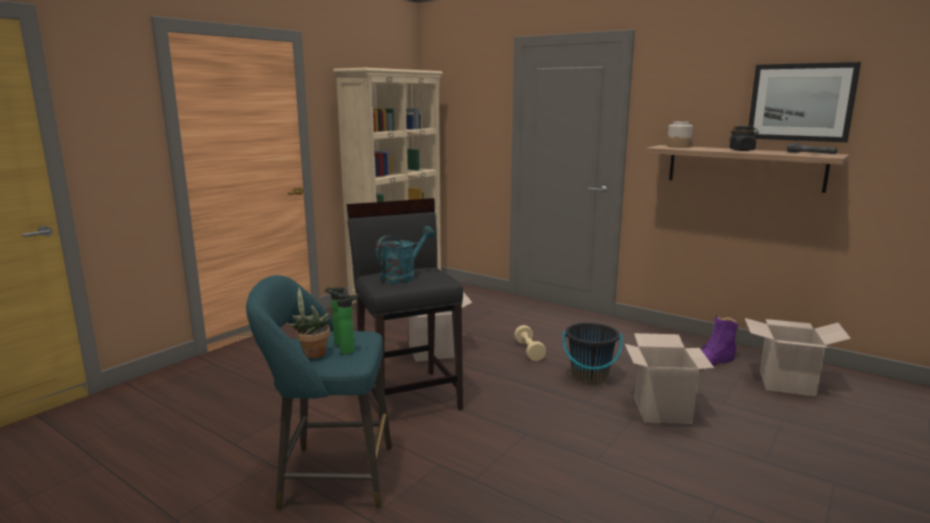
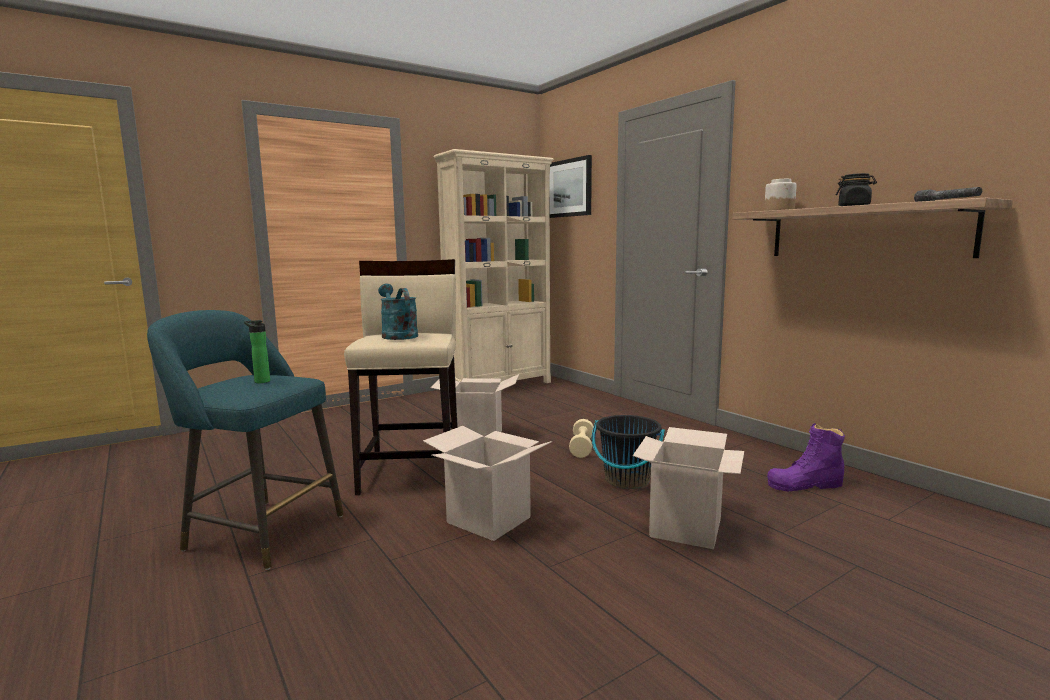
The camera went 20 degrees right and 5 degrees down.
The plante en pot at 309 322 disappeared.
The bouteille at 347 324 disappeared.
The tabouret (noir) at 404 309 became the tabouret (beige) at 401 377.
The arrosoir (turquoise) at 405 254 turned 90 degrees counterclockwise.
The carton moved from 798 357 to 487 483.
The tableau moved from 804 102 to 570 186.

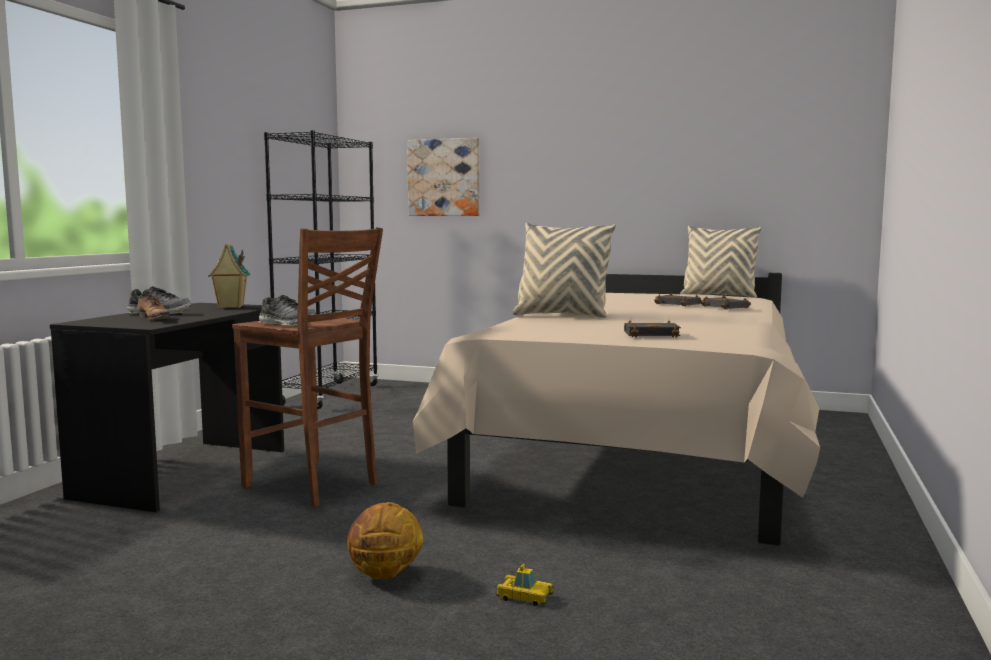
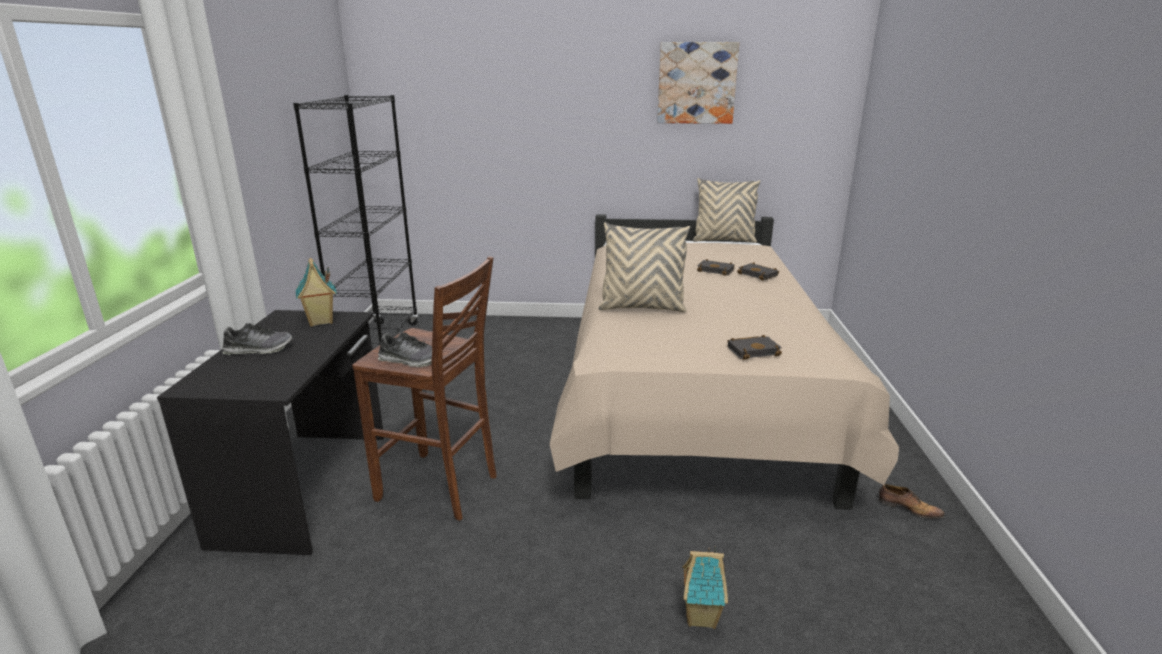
The camera went 15 degrees left and 15 degrees up.
The chaussure moved from 154 307 to 912 501.
The ballon de basket at 385 540 disappeared.
The tableau moved from 443 177 to 698 83.
The petite voiture at 525 585 was replaced by the maison miniature at 705 587.

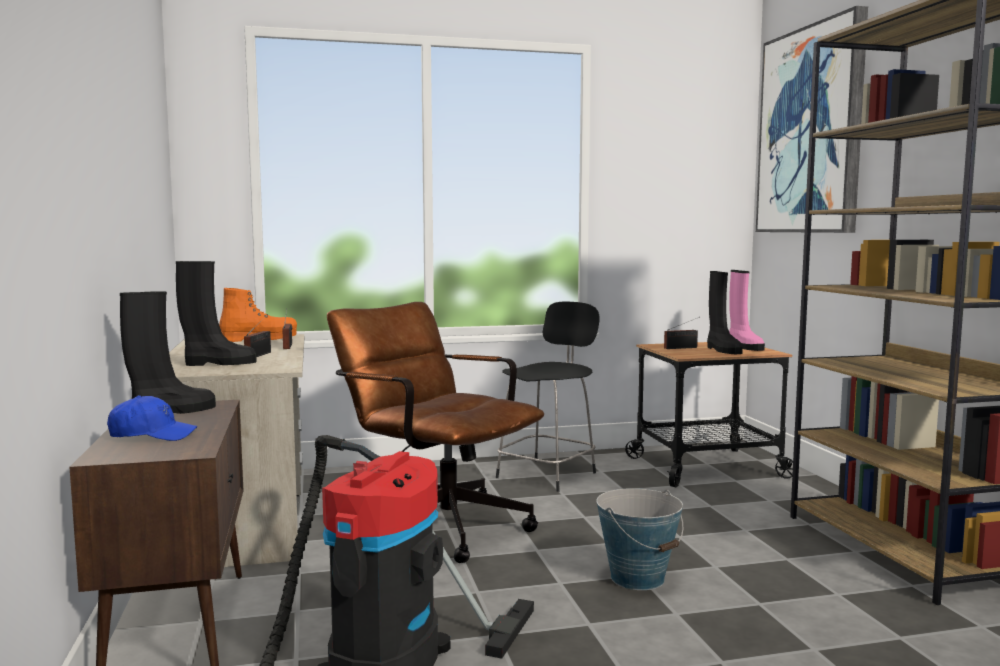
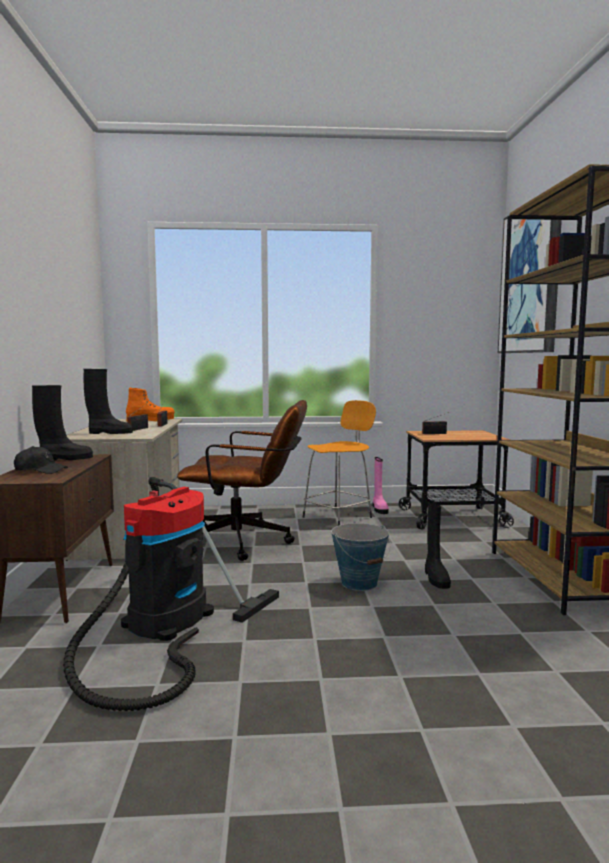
The camera went 10 degrees right and 0 degrees up.
The casquette (bleu) at 152 418 became the casquette (noir) at 41 460.
The chaise de bureau (marron) at 435 432 turned 135 degrees clockwise.
The tabouret (noir) at 548 397 became the tabouret (orange) at 339 463.
The botte (noir) moved from 725 312 to 438 545.
The botte (rose) moved from 747 310 to 381 485.

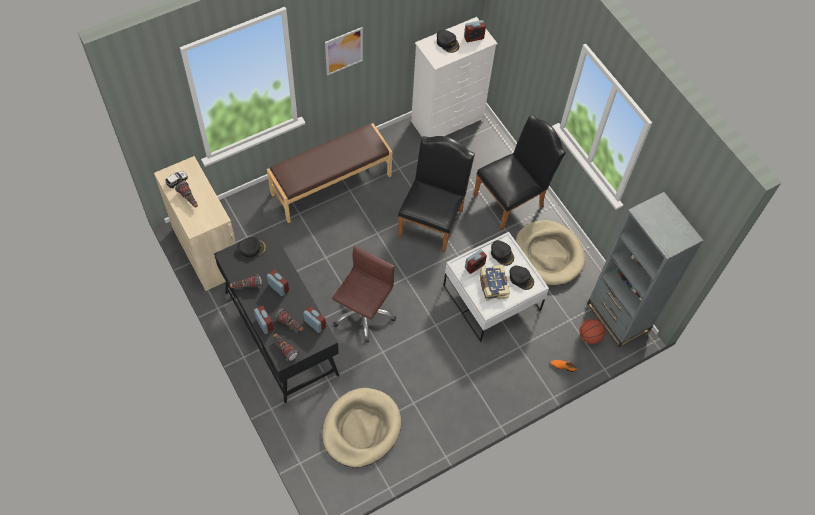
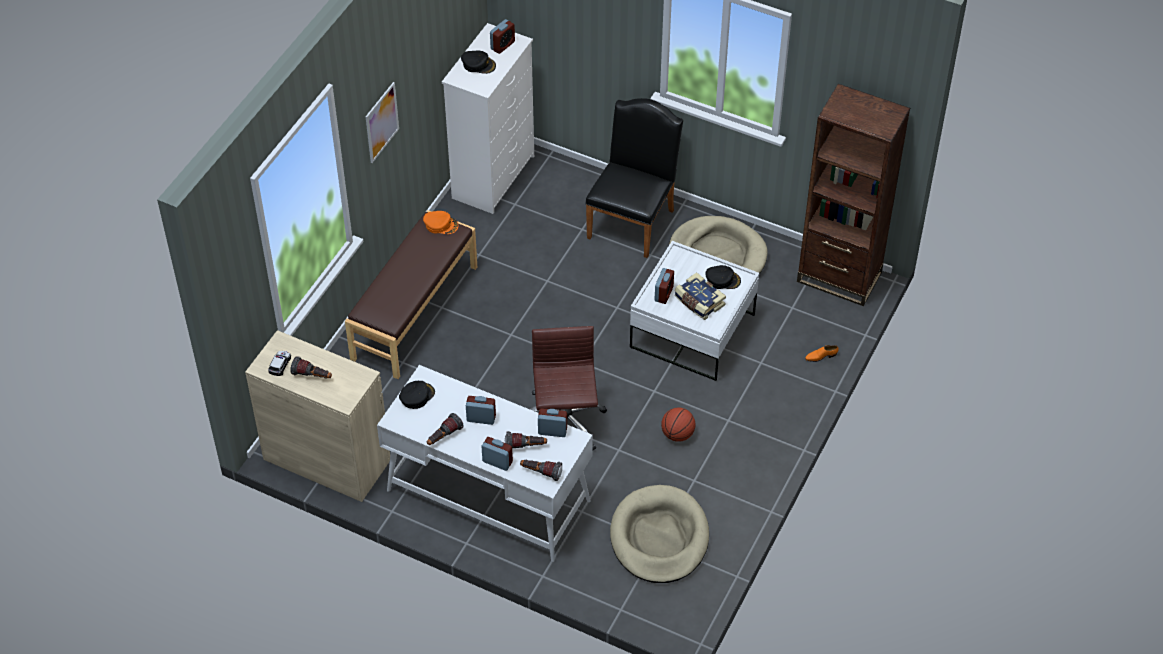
The camera went 30 degrees left and 10 degrees down.
The bureau (noir) at 276 315 became the bureau (blanc) at 485 463.
The chaise (noir) at 436 194 disappeared.
The casquette (noir) at 502 253 disappeared.
The ballon de basket moved from 592 331 to 678 425.
The bibliothèque (gris) at 645 270 became the bibliothèque (marron) at 853 195.
The casquette (orange) at 440 222 appeared.

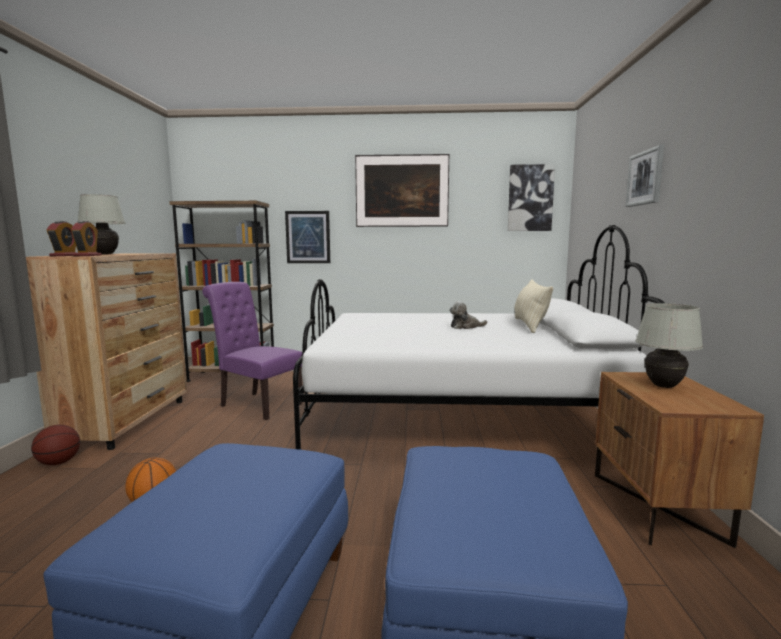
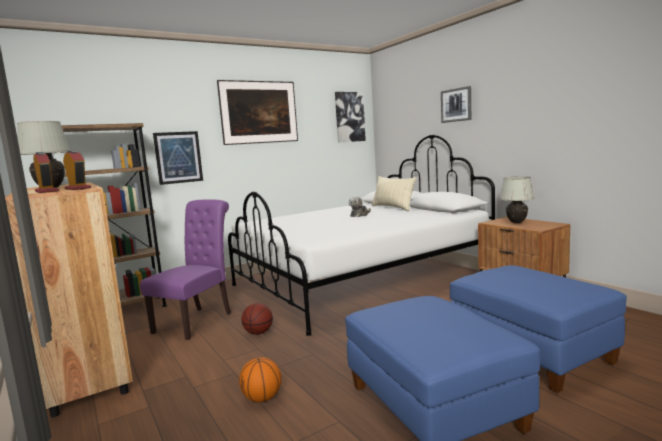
The camera went 35 degrees left and 0 degrees up.
The ballon de basket moved from 55 445 to 257 319.
The chaise (violet) at 252 351 turned 120 degrees clockwise.

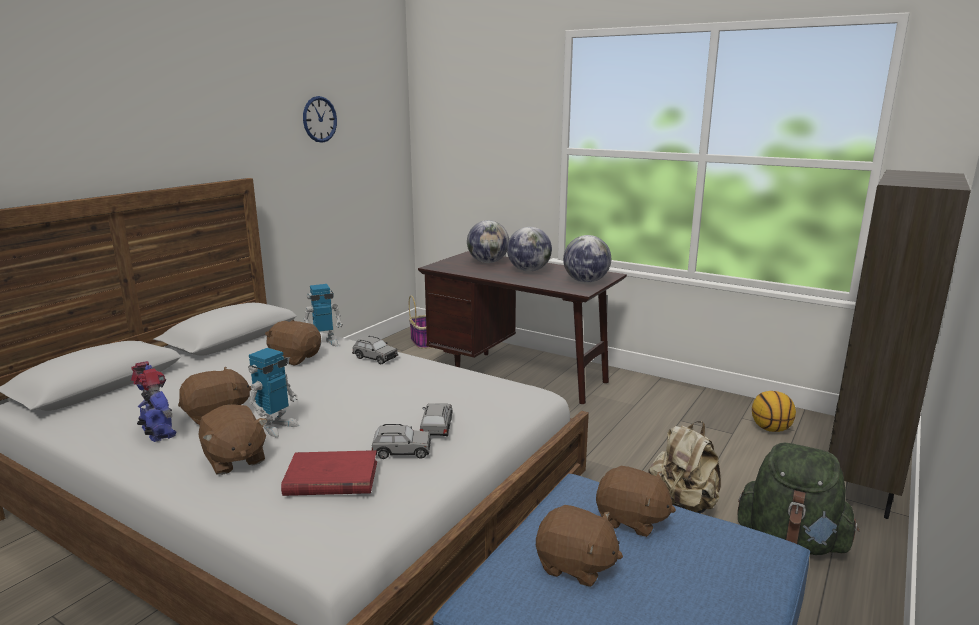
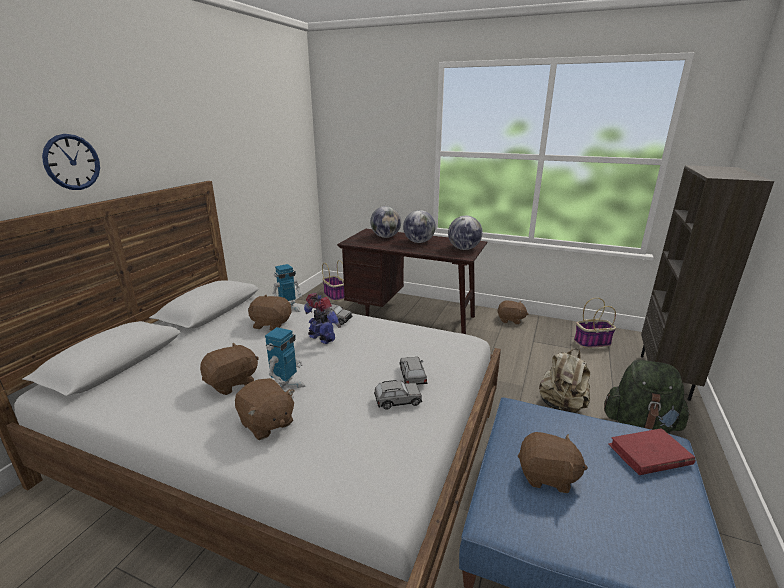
The camera went 10 degrees left and 5 degrees up.
The robot jouet moved from 154 401 to 322 318.
The livre (rouge) moved from 329 473 to 651 451.
The horloge murale moved from 320 119 to 71 162.
The peluche (marron) moved from 636 501 to 512 312.
The ballon de basket at 774 411 was replaced by the panier at 595 323.

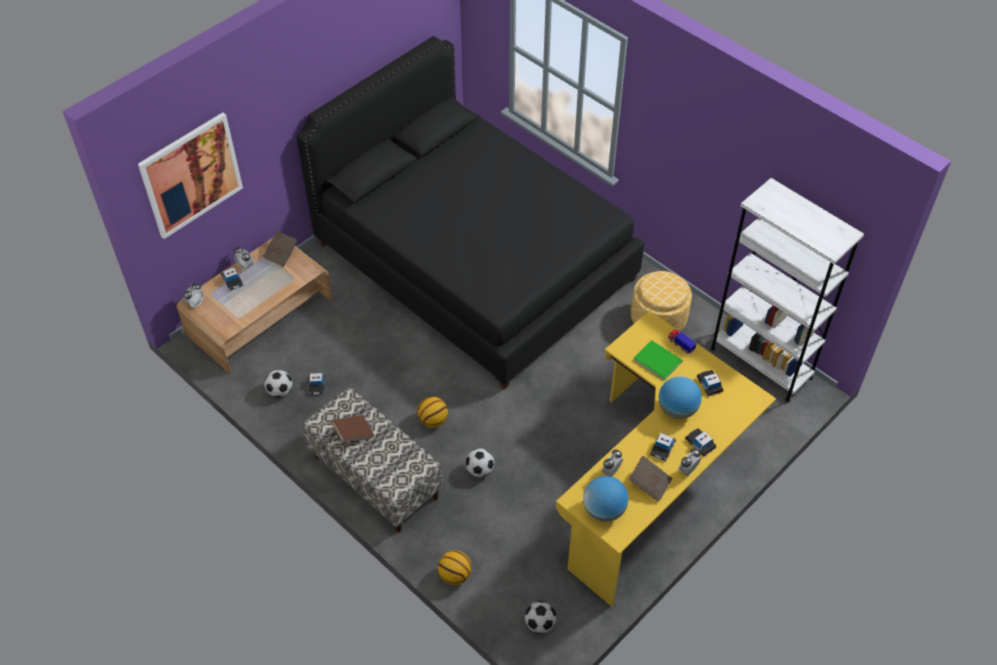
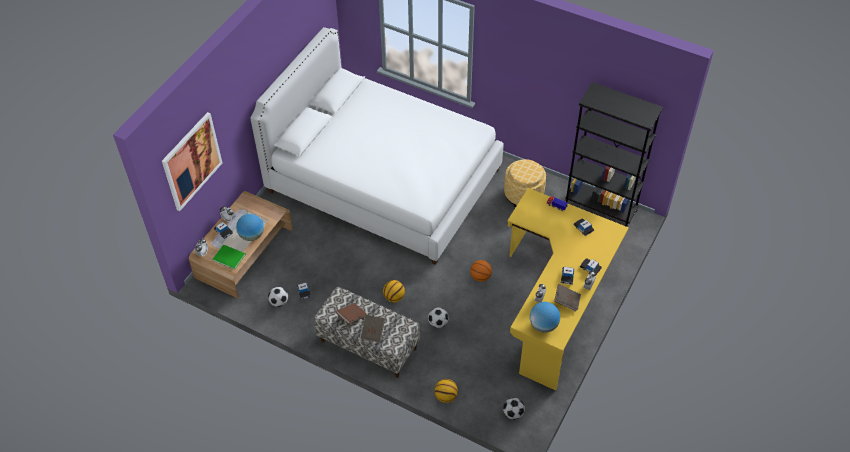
The camera went 15 degrees left and 0 degrees up.
The livre (marron) moved from 280 249 to 373 329.
The lit (noir) at 470 212 became the lit (blanc) at 377 146.
The livre (vert) moved from 658 360 to 229 257.
The globe moved from 680 397 to 250 227.
The bibliothèque (blanc) at 787 290 became the bibliothèque (noir) at 614 154.
The ballon de basket at 481 271 appeared.

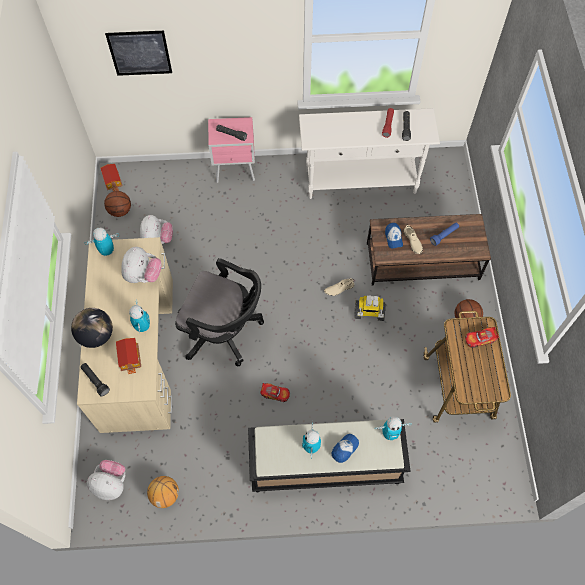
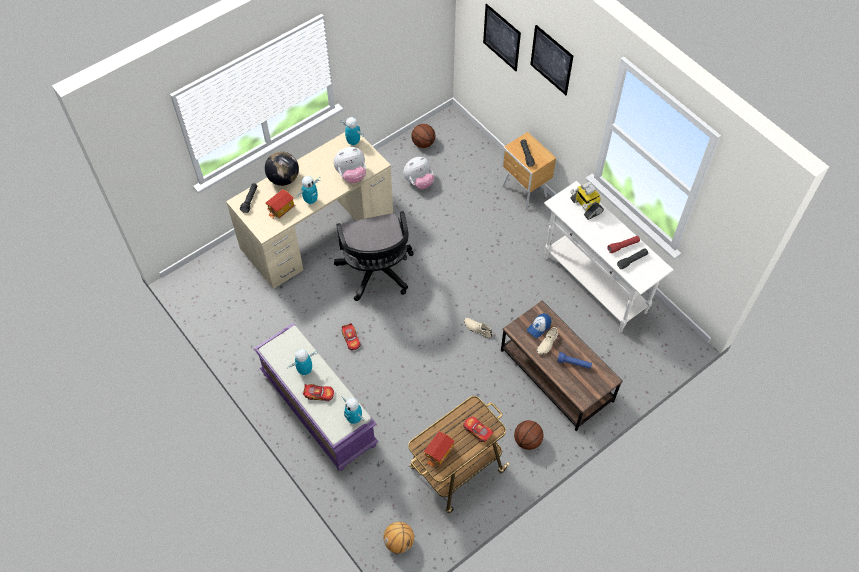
The camera went 55 degrees right and 5 degrees down.
The peluche at 106 480 disappeared.
The maison miniature moved from 111 177 to 439 449.
The ballon de basket moved from 163 492 to 399 537.
The table de chevet (rose) at 231 150 became the table de chevet (marron) at 528 171.
The banc (noir) at 329 455 became the banc (violet) at 316 397.
The casquette at 345 448 was replaced by the petite voiture at 318 392.
The robot jouet moved from 370 308 to 587 200.
The tableau at 551 60 appeared.

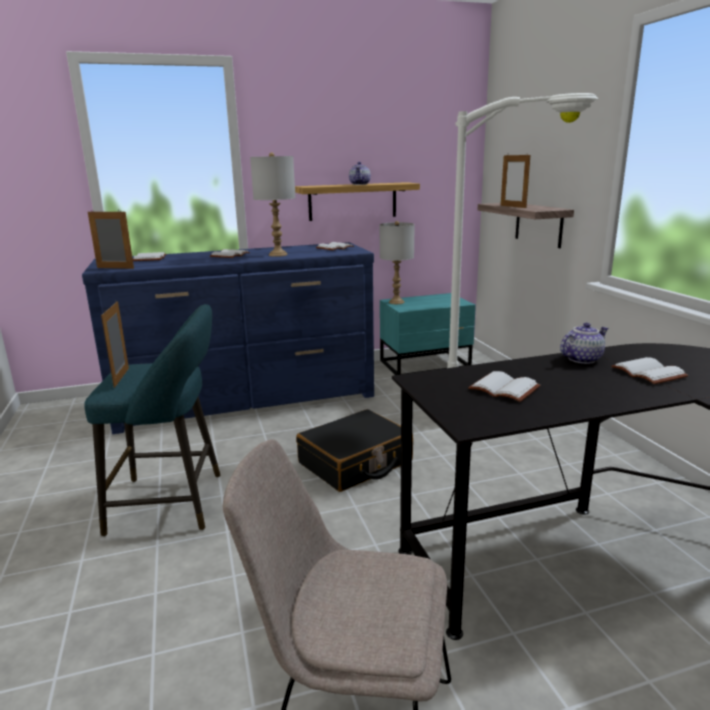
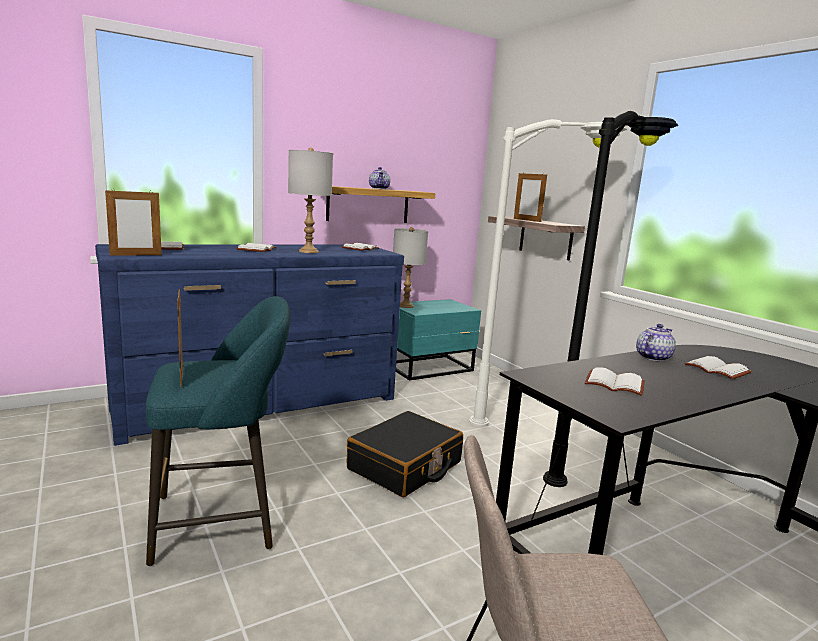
The camera went 15 degrees left and 5 degrees down.
The cadre photo at 111 240 turned 150 degrees clockwise.
The lampadaire (noir) at 610 299 appeared.

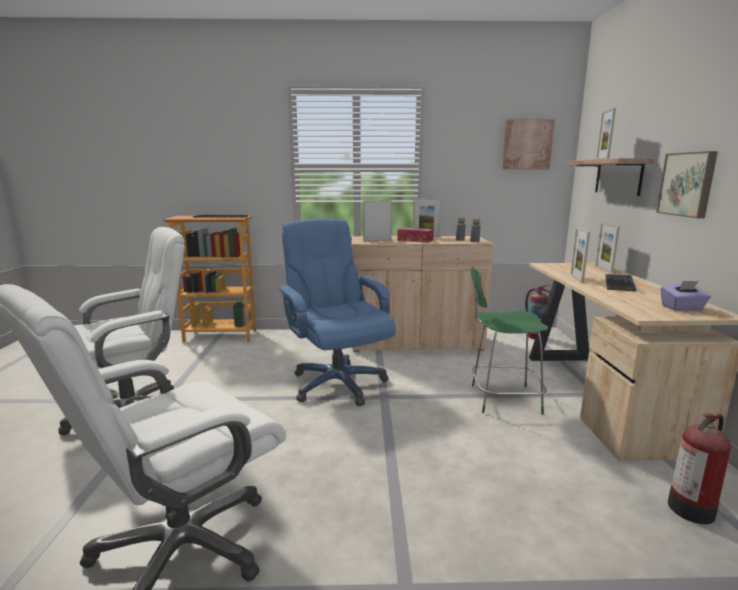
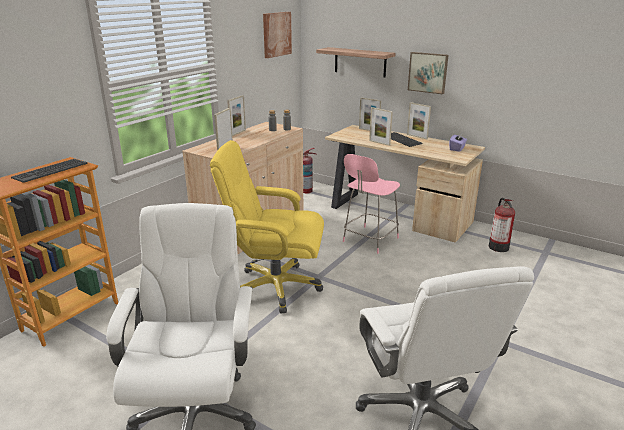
The camera went 55 degrees left and 10 degrees up.
The chaise de bureau (bleu) at 337 312 became the chaise de bureau (jaune) at 267 226.
The boîte à mouchoirs at 415 235 disappeared.
The chaise (vert) at 509 340 became the chaise (rose) at 371 204.
The cadre photo moved from 606 133 to 419 120.

